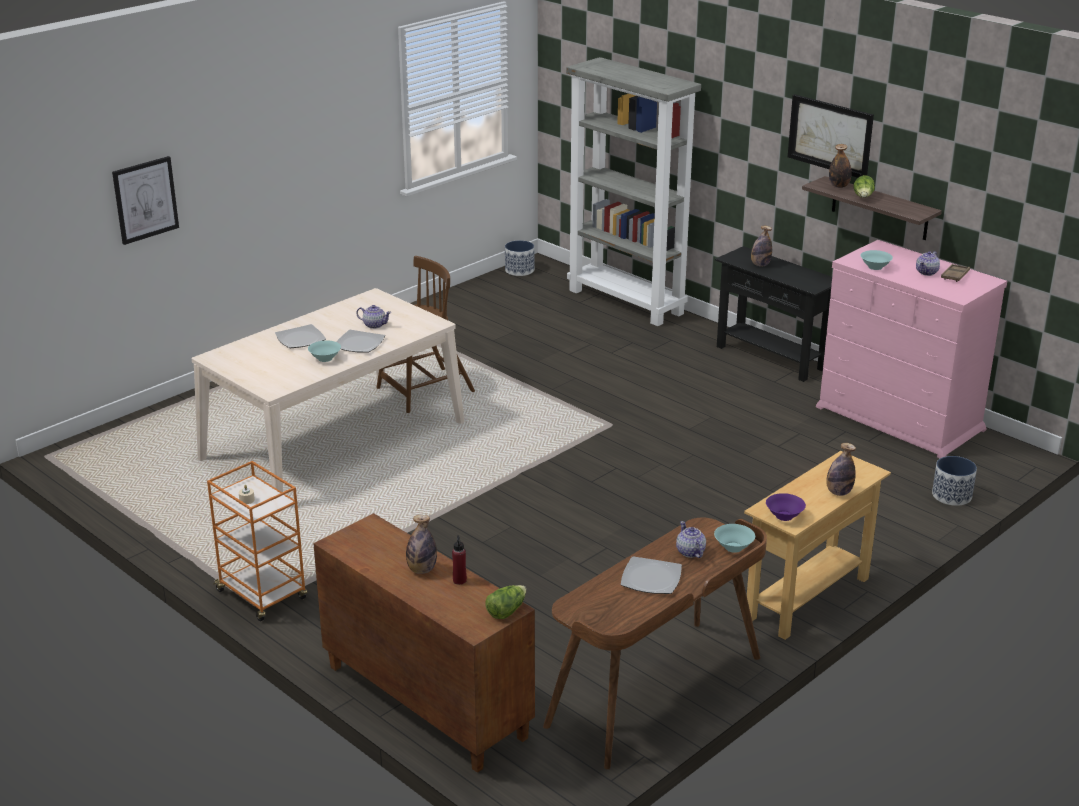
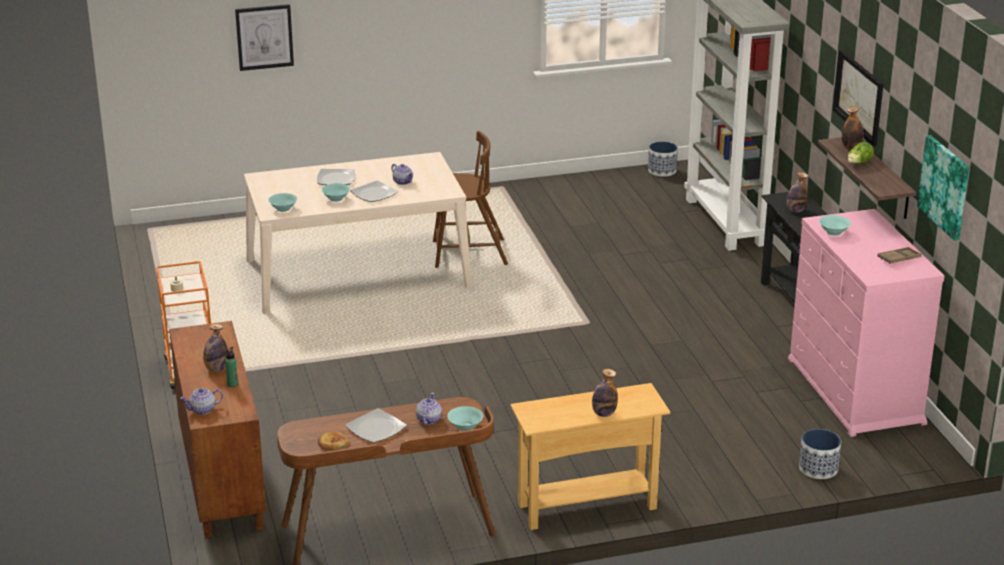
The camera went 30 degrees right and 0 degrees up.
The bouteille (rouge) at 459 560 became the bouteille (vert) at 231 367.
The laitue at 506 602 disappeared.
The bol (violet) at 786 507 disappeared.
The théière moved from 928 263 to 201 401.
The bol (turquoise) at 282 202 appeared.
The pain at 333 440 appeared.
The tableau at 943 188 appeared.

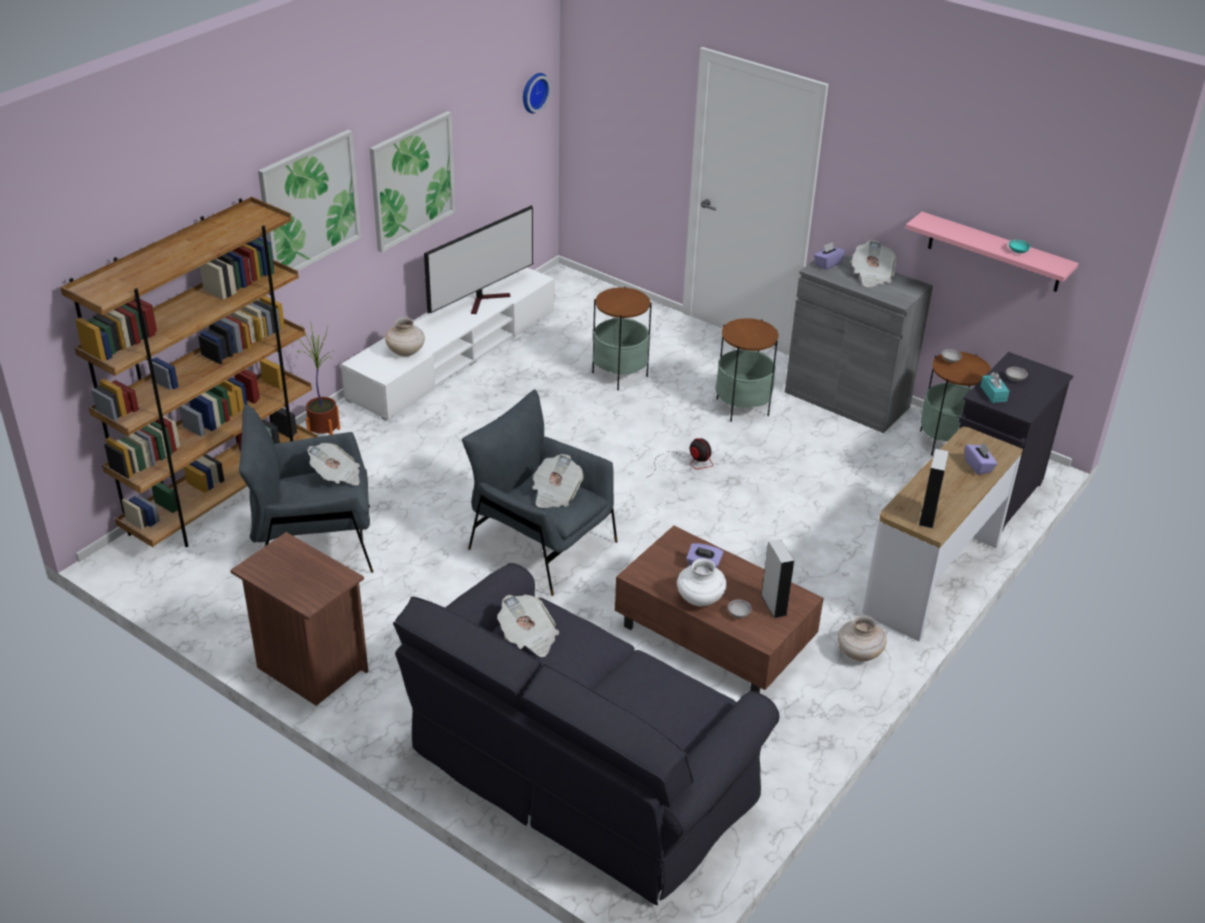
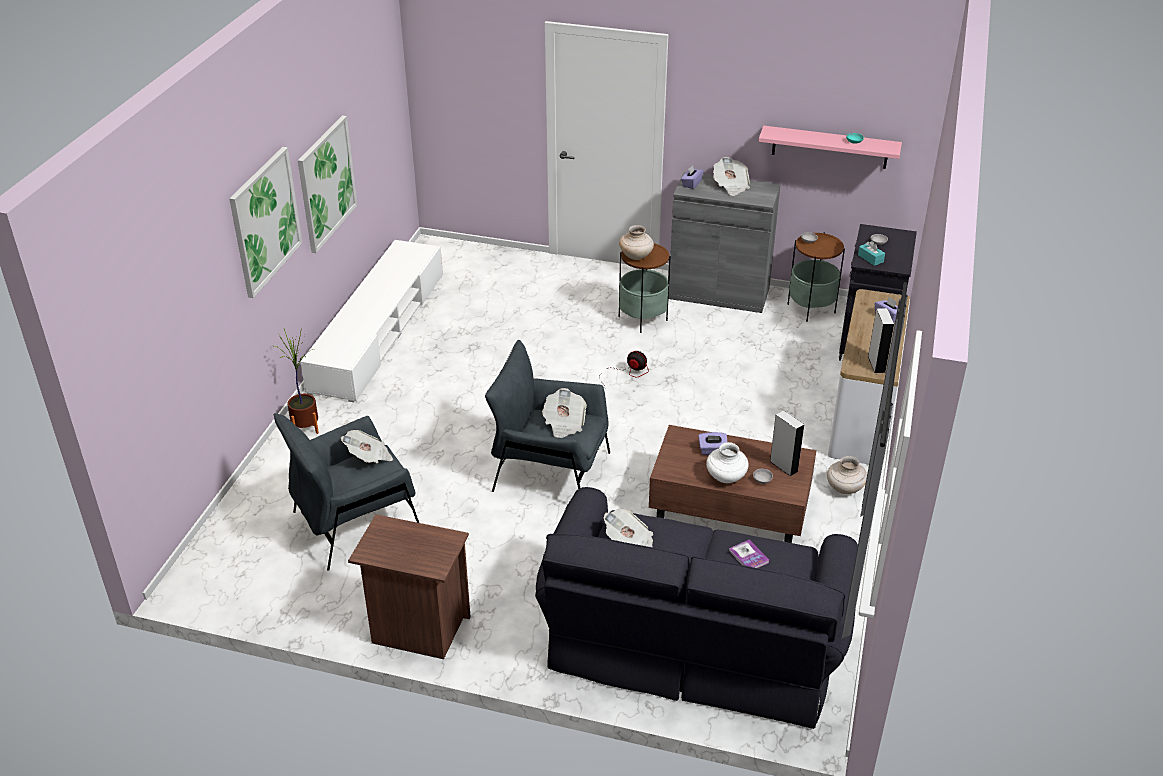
The camera went 20 degrees left and 0 degrees up.
The bibliothèque (marron) at 189 372 disappeared.
The vase (beige) moved from 405 337 to 636 242.
The téléviseur at 478 259 disappeared.
The horloge murale at 537 93 disappeared.
The table d'appoint at 622 338 disappeared.
The livre at 749 554 appeared.

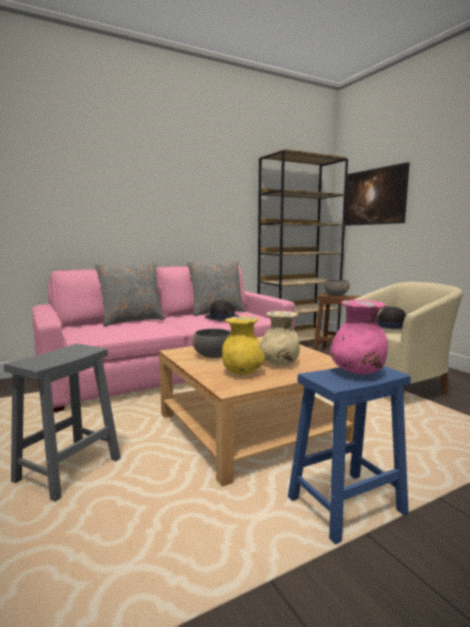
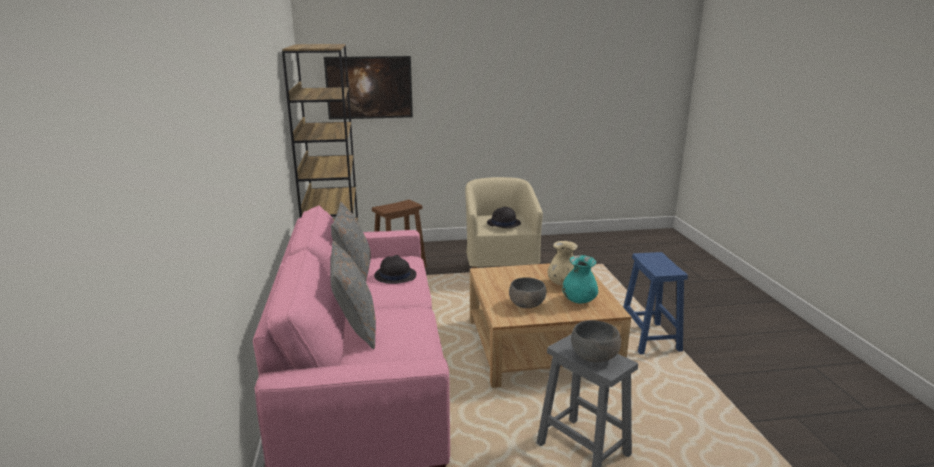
The camera went 70 degrees left and 10 degrees up.
The vase (jaune) at 243 345 became the vase (turquoise) at 580 279.
The bol (gris) moved from 336 288 to 596 341.
The vase (rose) at 359 337 disappeared.

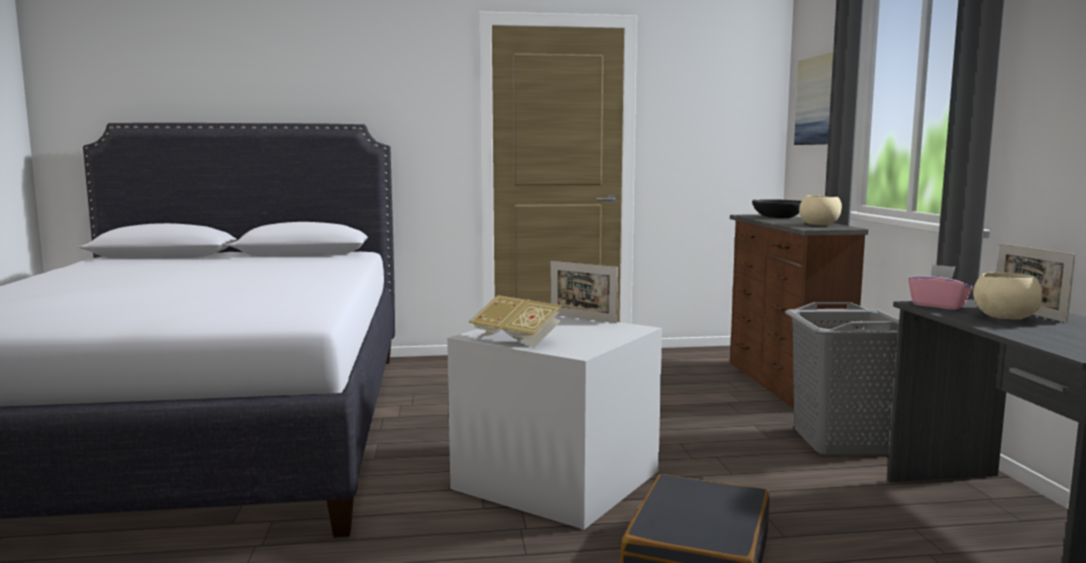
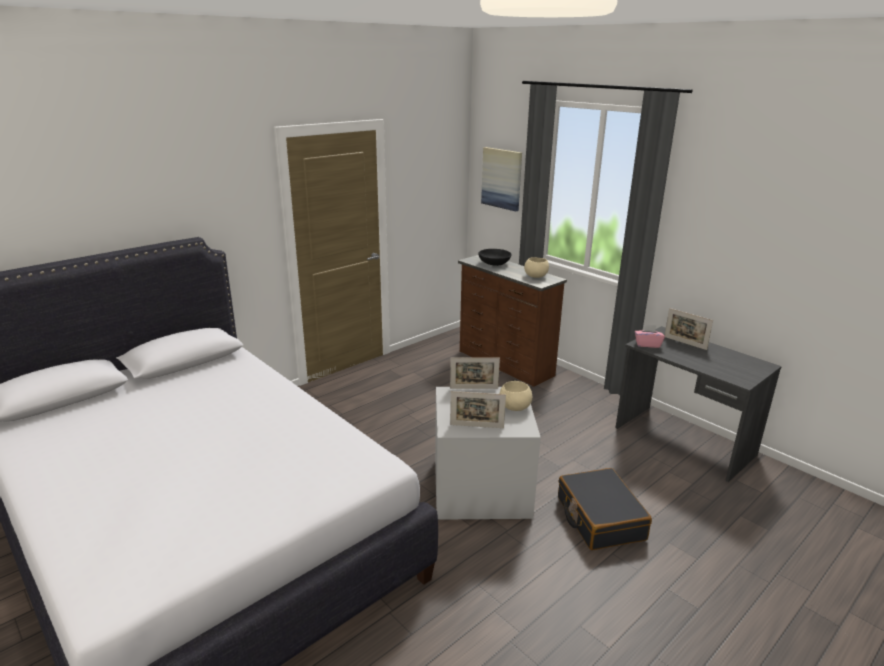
The camera went 35 degrees left and 15 degrees up.
The livre at 515 321 was replaced by the cadre photo at 478 409.
The panier à linge (gris) at 842 378 disappeared.
The bol (beige) moved from 1008 296 to 516 396.

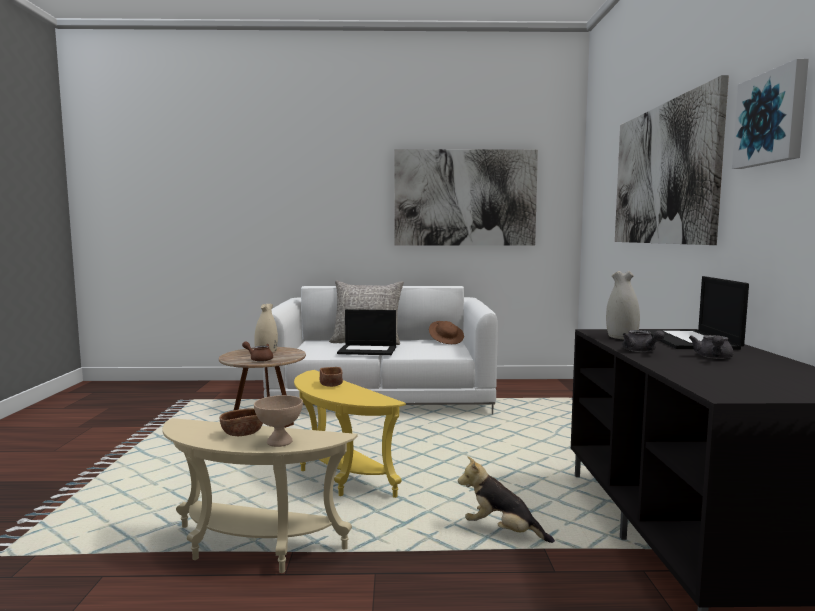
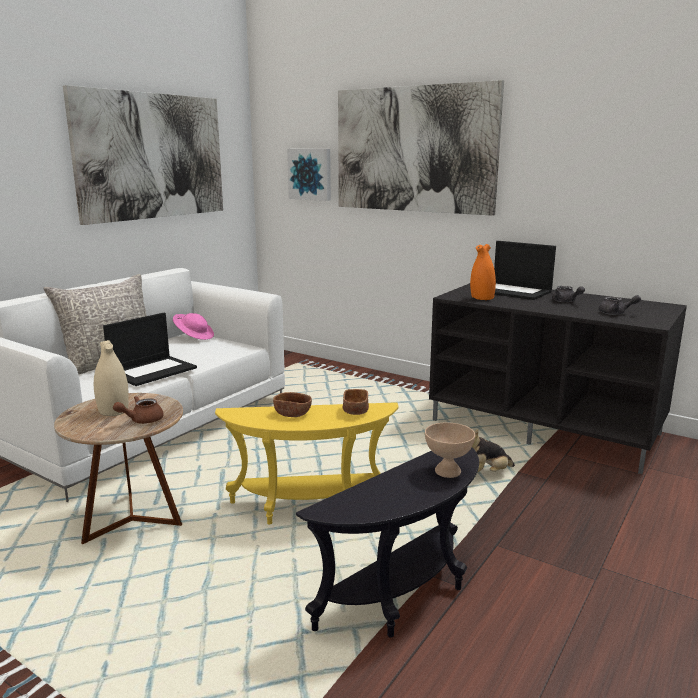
The camera went 55 degrees left and 10 degrees up.
The table d'appoint (beige) at 260 495 became the table d'appoint (noir) at 387 542.
The bol (marron) moved from 241 422 to 356 402.
The chapeau (marron) at 446 332 became the chapeau (rose) at 193 326.
The vase (blanc) at 623 305 became the vase (orange) at 483 272.
The théière (gris) moved from 643 341 to 620 305.
The tableau moved from 770 114 to 309 175.

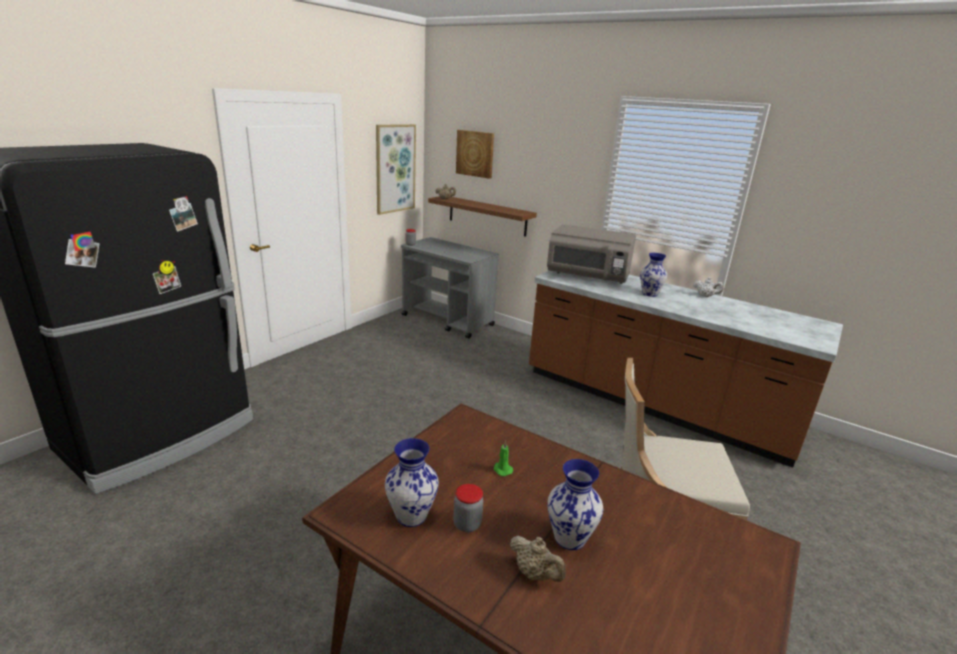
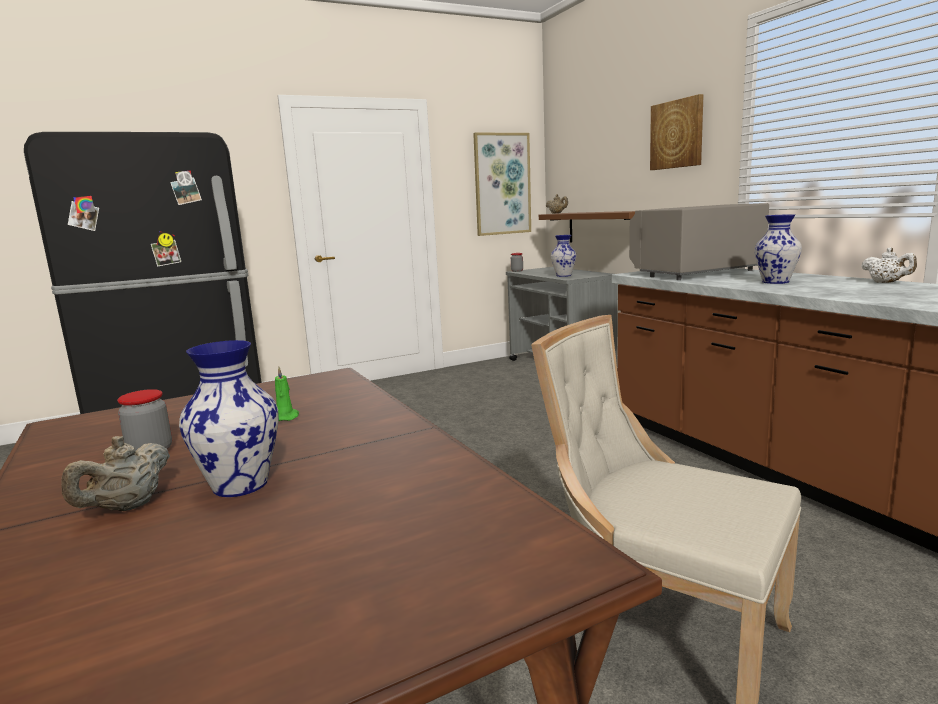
The camera went 30 degrees right and 10 degrees down.
The vase moved from 412 482 to 563 256.
The tableau moved from 475 154 to 677 132.
The théière (beige) at 538 558 turned 45 degrees clockwise.
The micro-ondes (gris) at 591 254 turned 105 degrees clockwise.

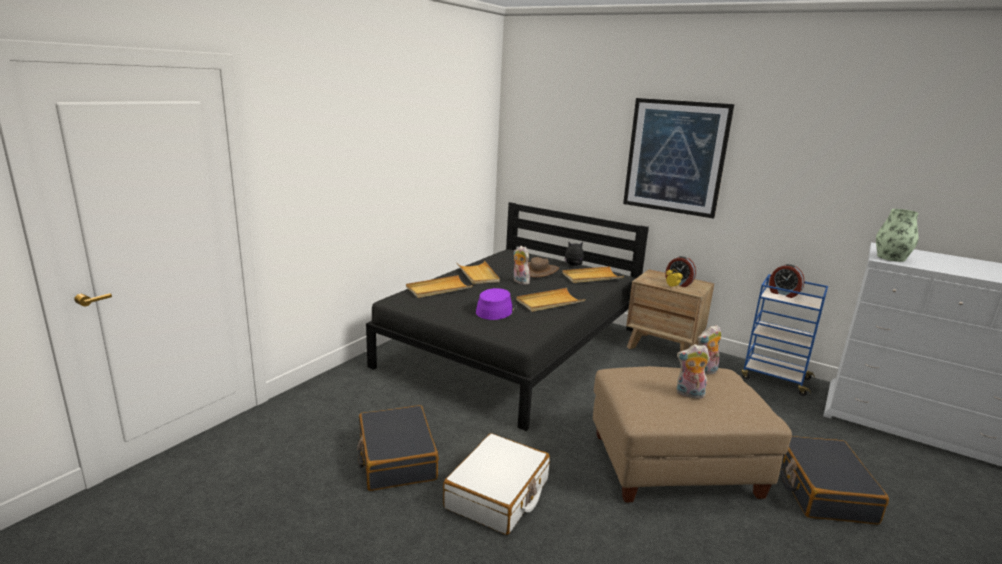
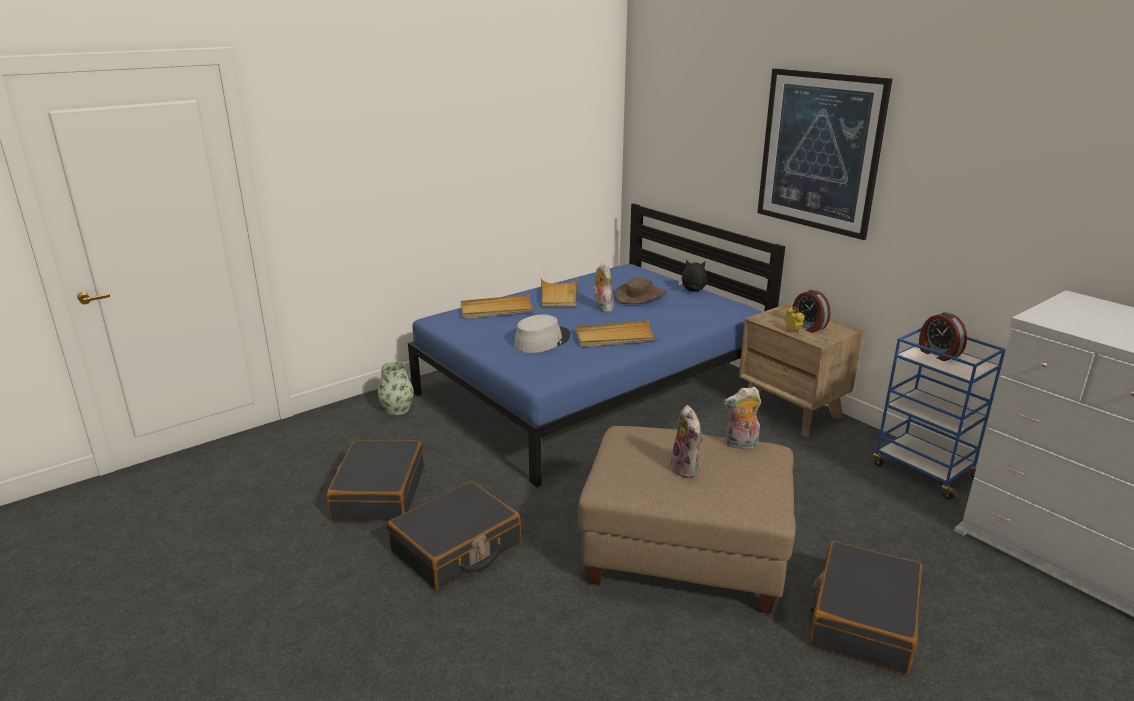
The camera went 20 degrees right and 5 degrees up.
The lit (noir) at 507 316 became the lit (bleu) at 596 345.
The valise (blanc) at 496 484 became the valise (noir) at 454 536.
The chapeau (violet) at 496 304 became the chapeau (gris) at 542 334.
The plateau (beige) at 593 274 disappeared.
The peluche at 693 371 turned 135 degrees counterclockwise.
The vase moved from 897 235 to 396 388.

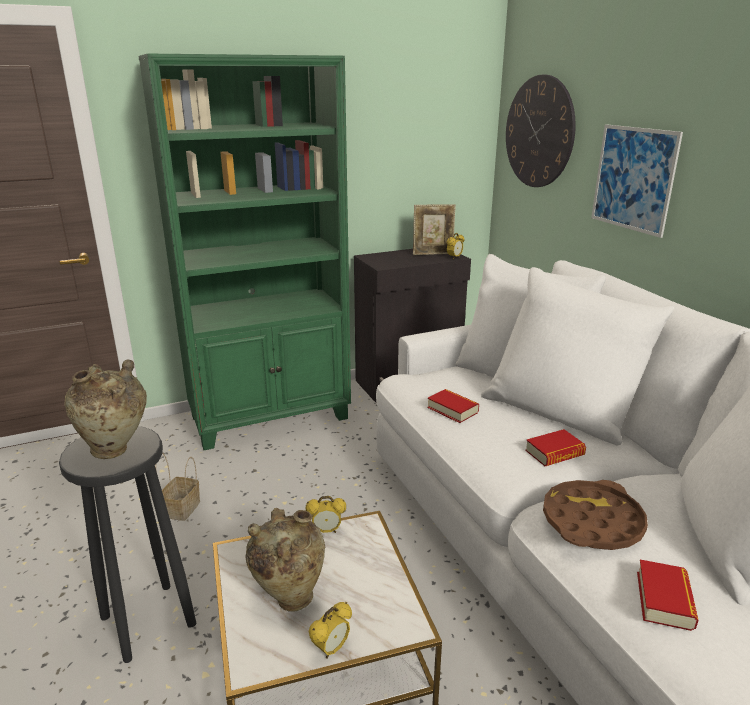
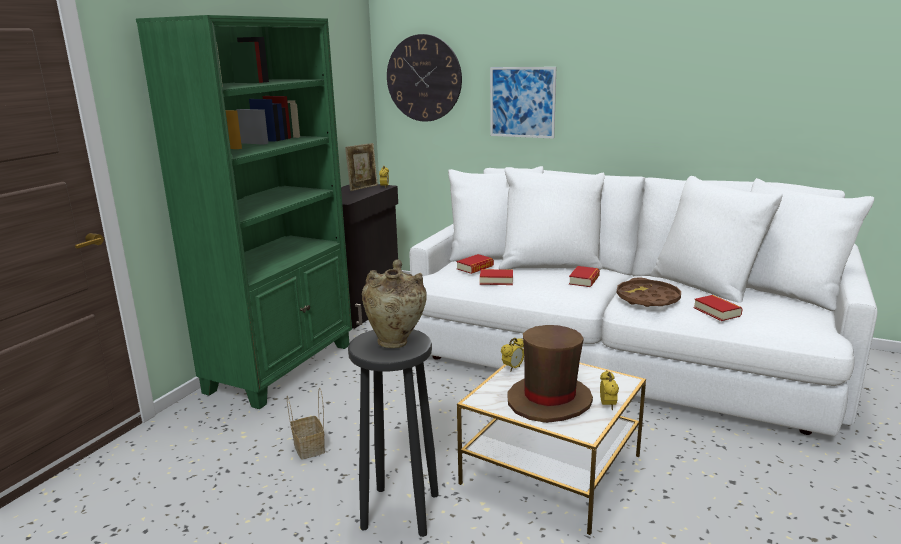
The camera went 40 degrees left and 5 degrees down.
The vase (beige) at 285 560 was replaced by the chapeau (marron) at 550 374.
The livre at 475 264 appeared.

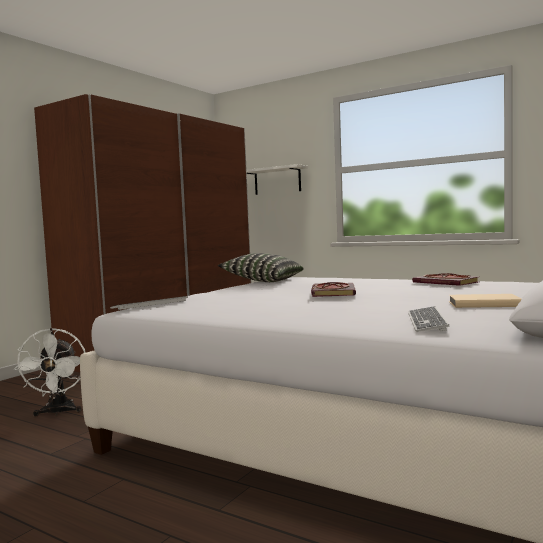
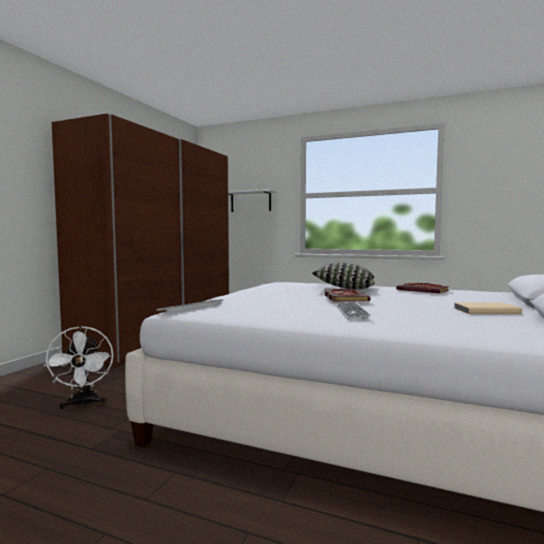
The camera went 10 degrees left and 0 degrees up.
The coussin moved from 260 267 to 343 276.
The clavier moved from 428 319 to 353 311.

